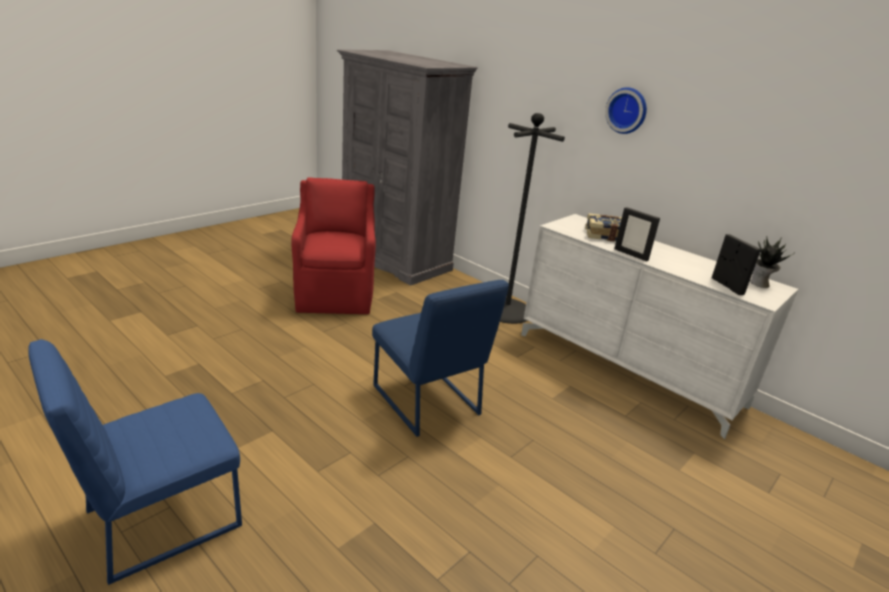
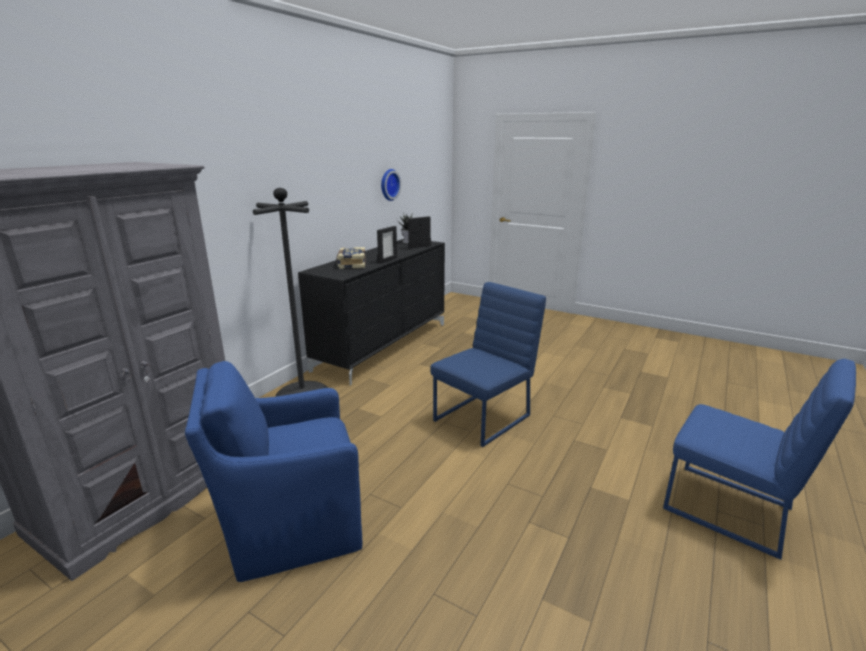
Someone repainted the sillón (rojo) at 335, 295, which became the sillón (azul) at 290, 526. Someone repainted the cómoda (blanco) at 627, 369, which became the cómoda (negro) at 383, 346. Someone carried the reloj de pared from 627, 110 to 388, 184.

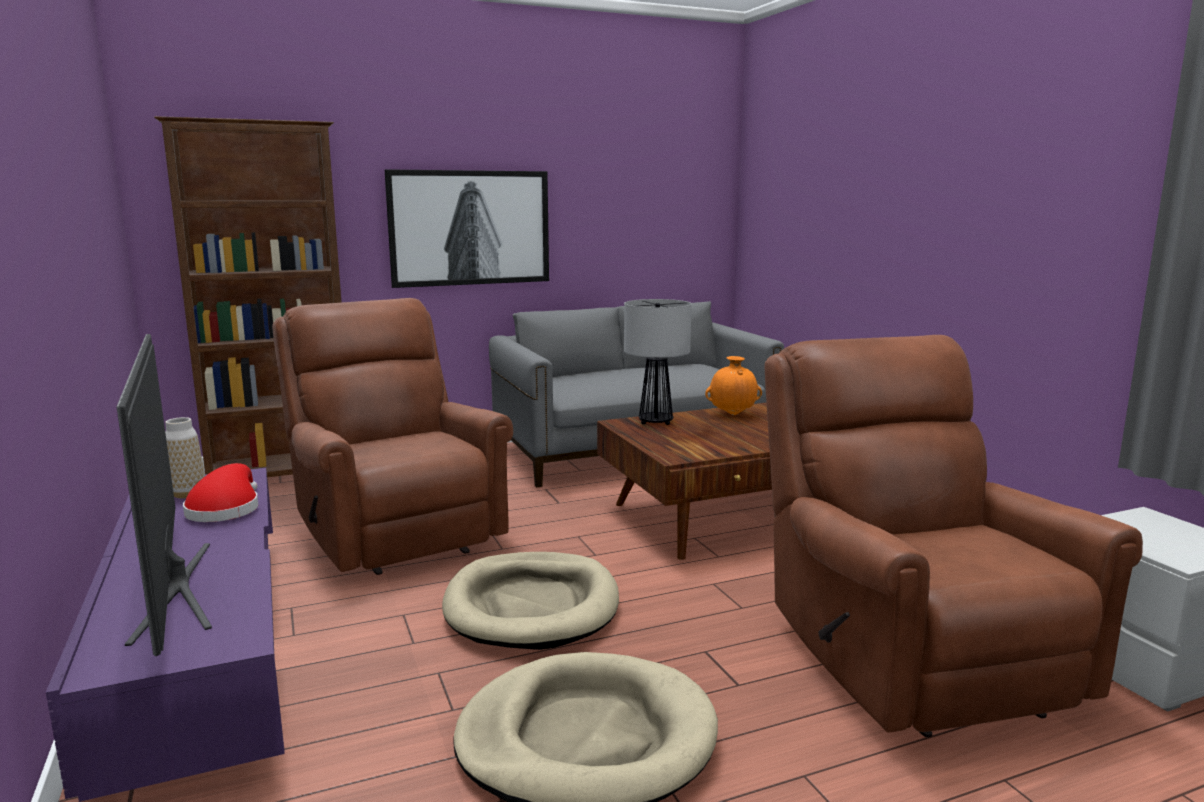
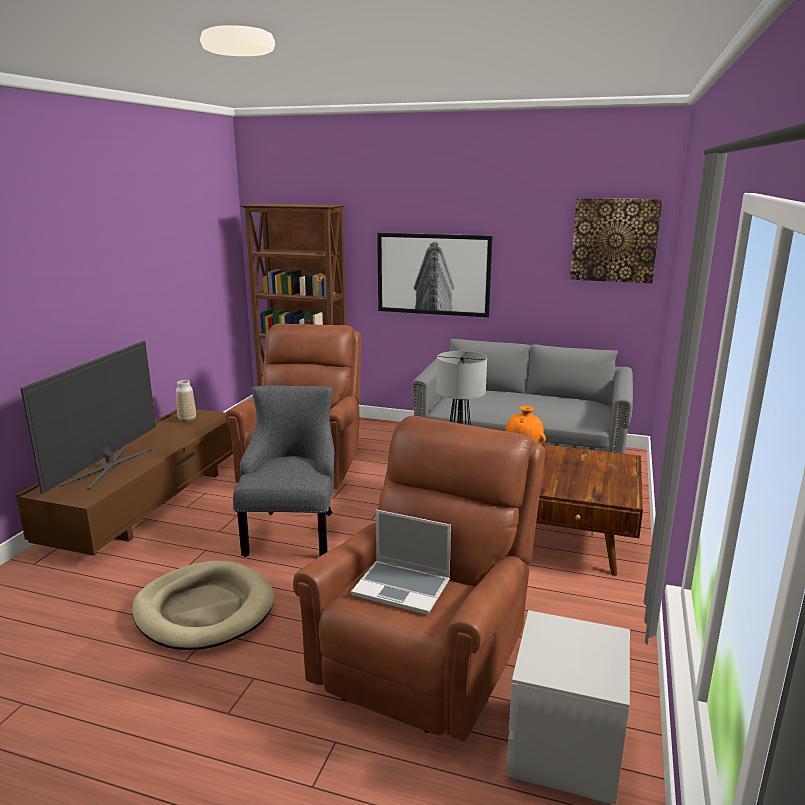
Someone repainted the mueble de televisión (morado) at 200, 650, which became the mueble de televisión (marrón) at 149, 500. Someone took away the sombrero (rojo) at 225, 509. Someone swapped the cama para perro (beis) at 532, 606 for the sillón (gris) at 292, 535. Someone put down the portátil at 403, 588. Someone put up the cuadro at 614, 240.

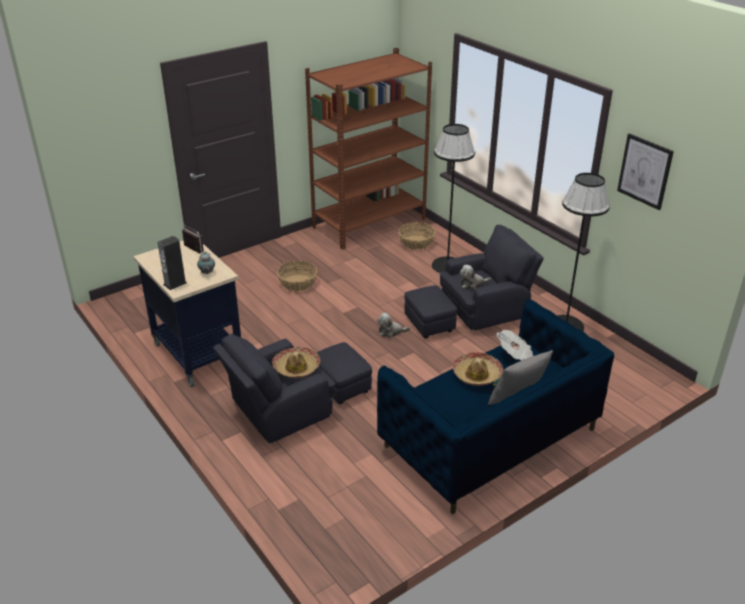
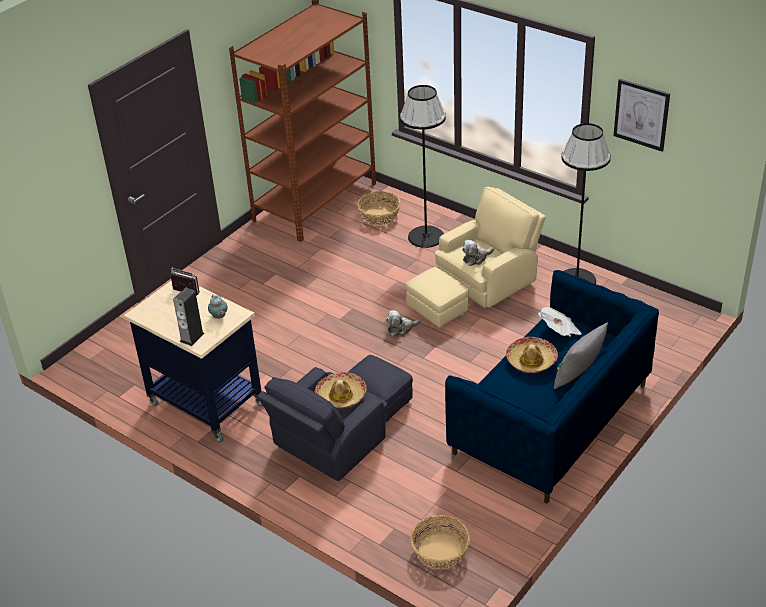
Someone carried the cesta from 297, 283 to 440, 551. Someone repainted the sillón (negro) at 472, 313, which became the sillón (beis) at 476, 287.

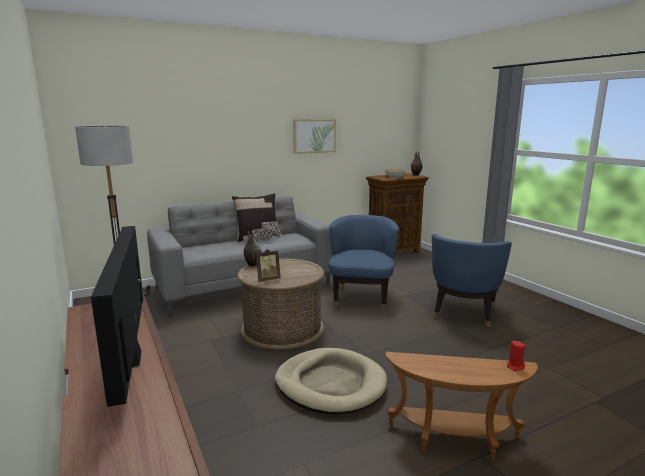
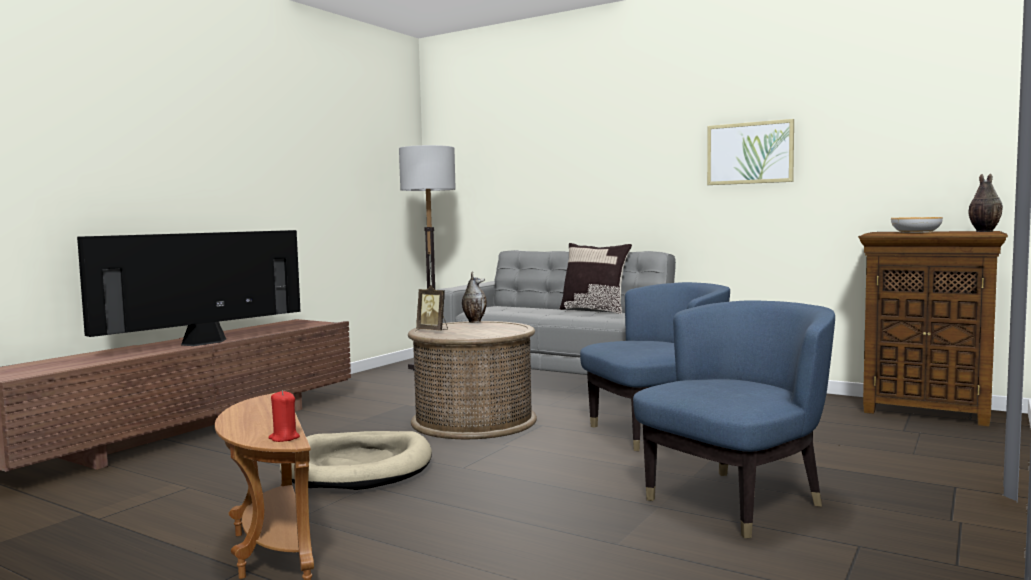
Someone rotated the sillón (azul) at 464, 312 by 150 degrees clockwise.

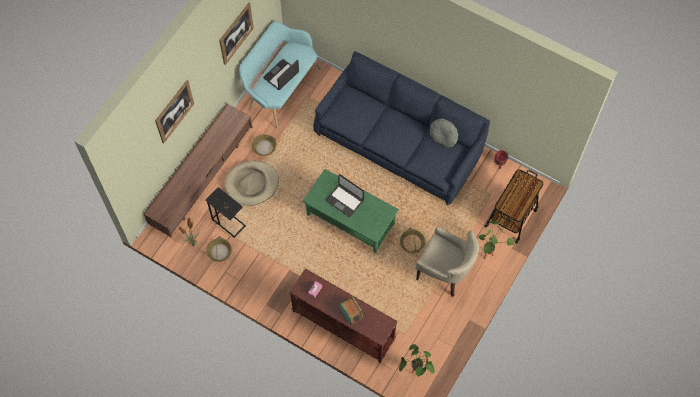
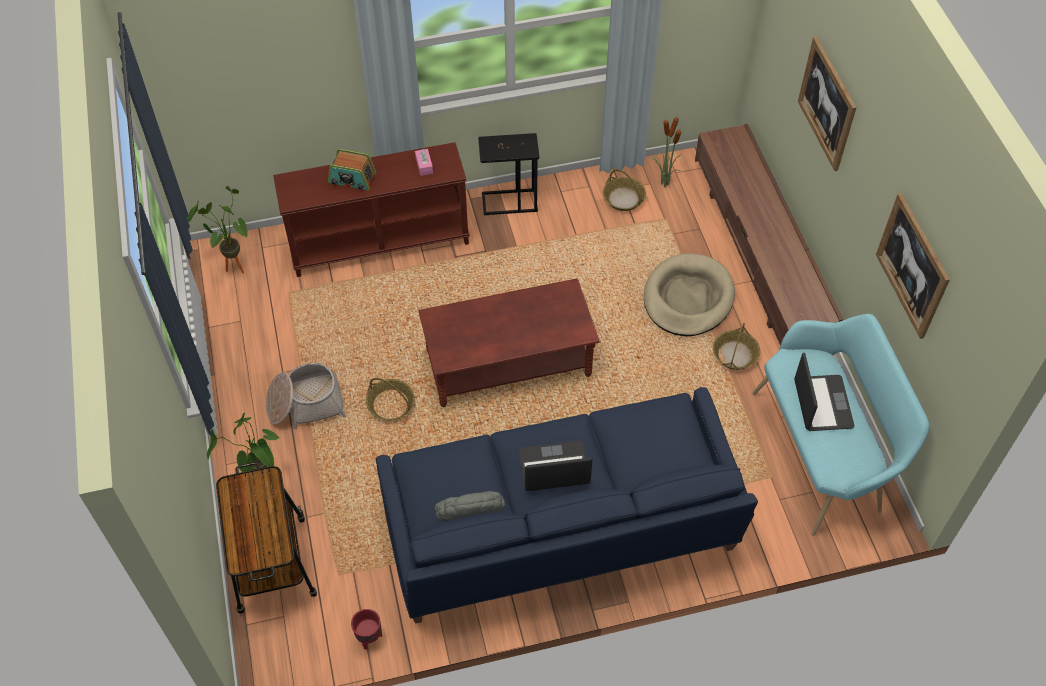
Someone carried the mesa auxiliar (negro) from 228, 222 to 510, 202. Someone repainted the mesa de centro (verde) at 350, 220, which became the mesa de centro (marrón) at 508, 364. Someone carried the portátil from 344, 200 to 554, 468. Someone swapped the sillón (beis) at 444, 273 for the cesta at 305, 404.

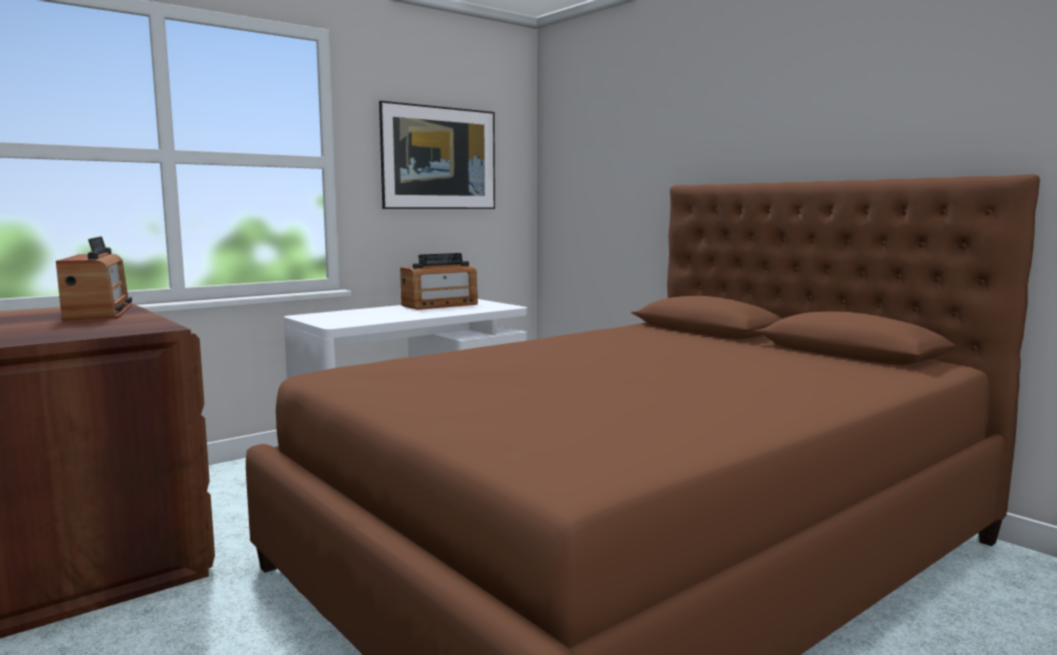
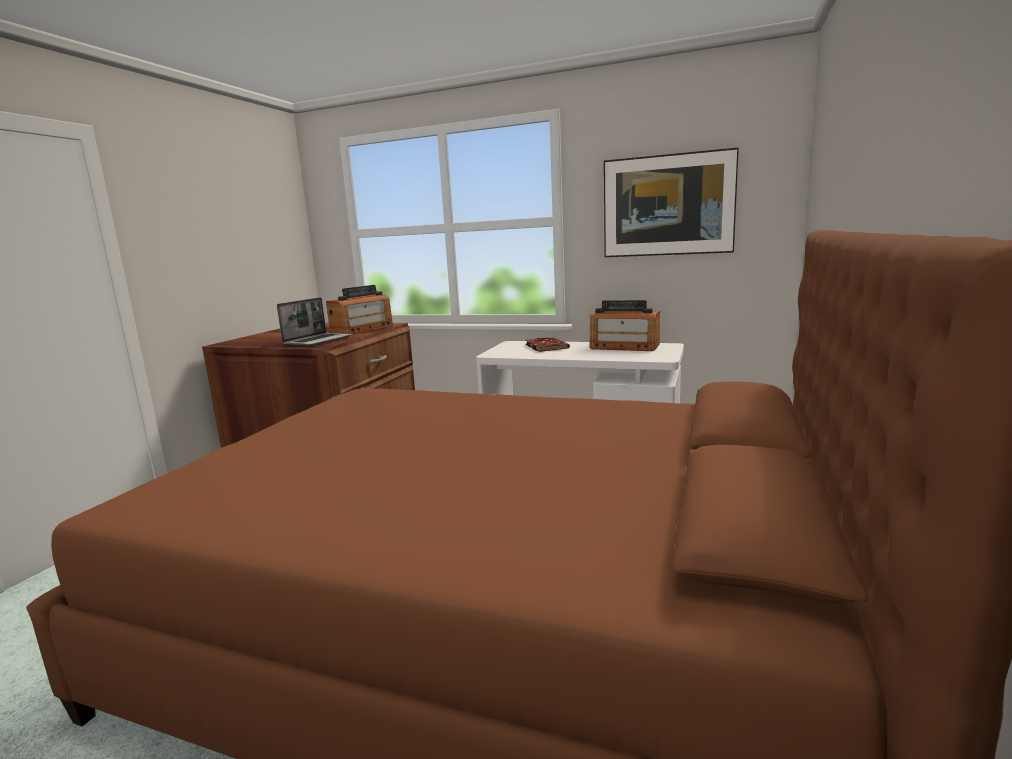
Someone put down the portátil at 318, 341. Someone put down the libro at 545, 346.

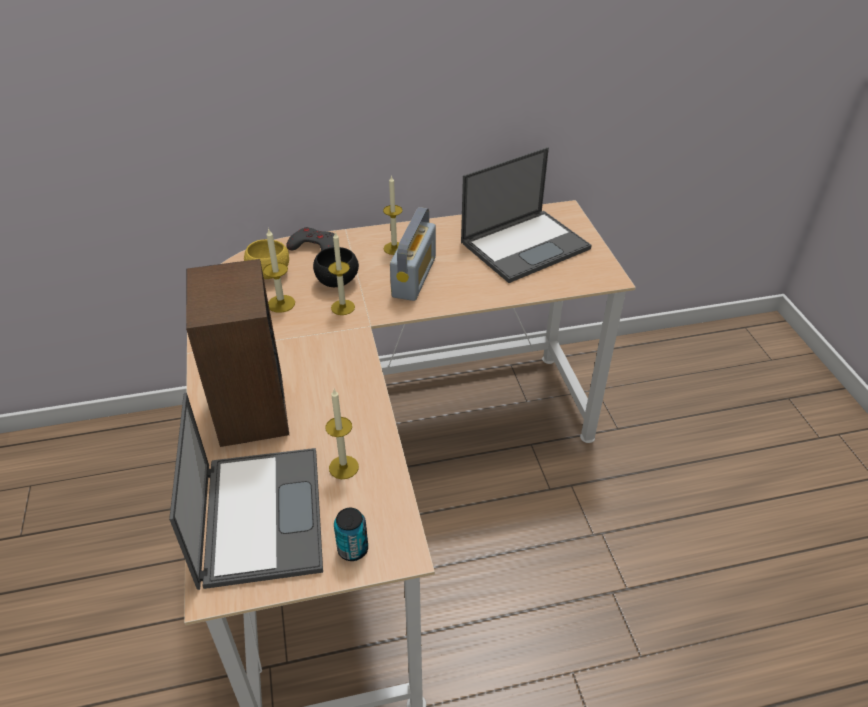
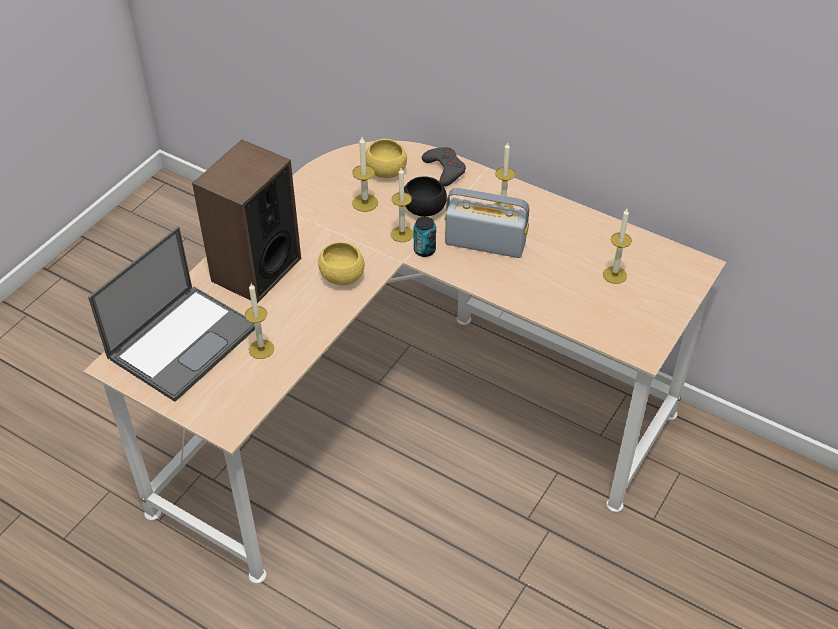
Someone carried the lata from 353, 549 to 424, 250. Someone rotated the radio at 414, 277 by 135 degrees counterclockwise. Someone swapped the portátil at 526, 245 for the vela at 614, 275. Someone put down the cuenco (amarillo) at 342, 277.

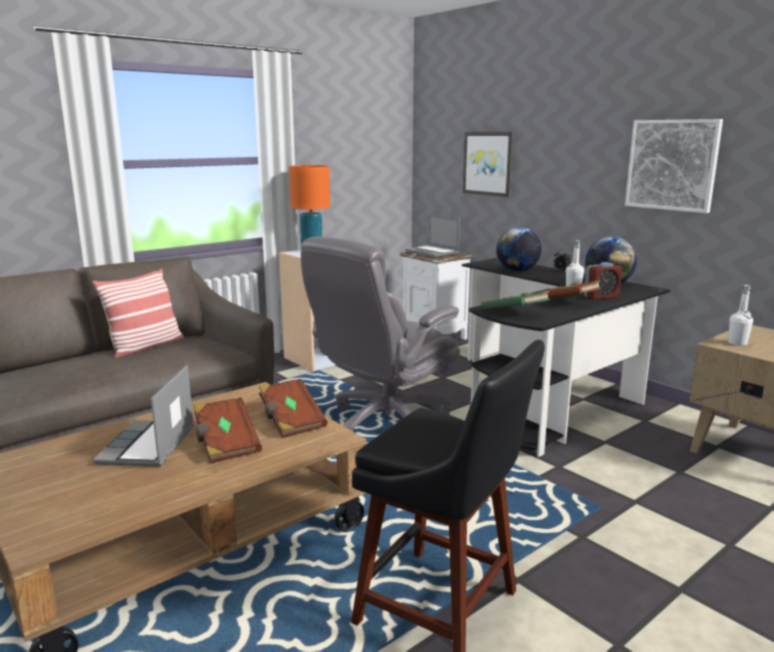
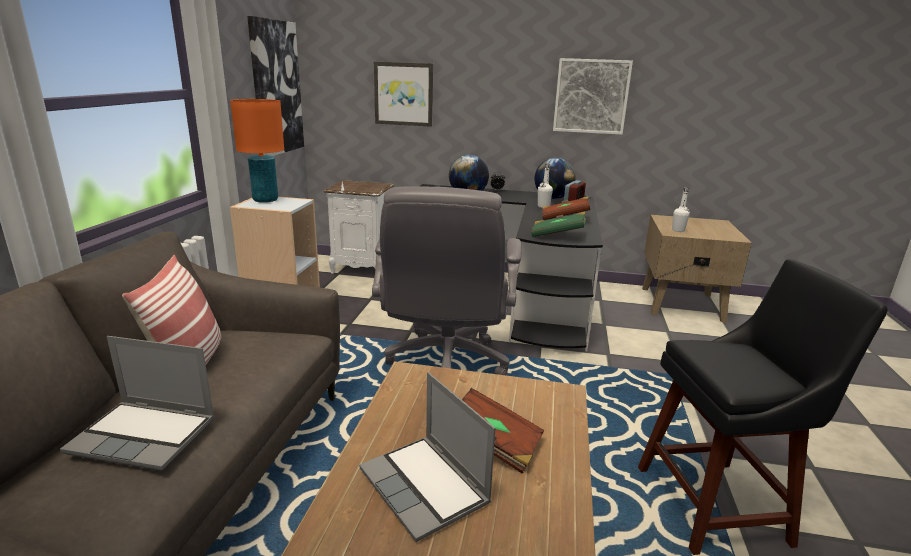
Someone took away the libro (marrón) at 291, 421. Someone carried the portátil from 433, 253 to 146, 435. Someone put up the cuadro at 276, 88.

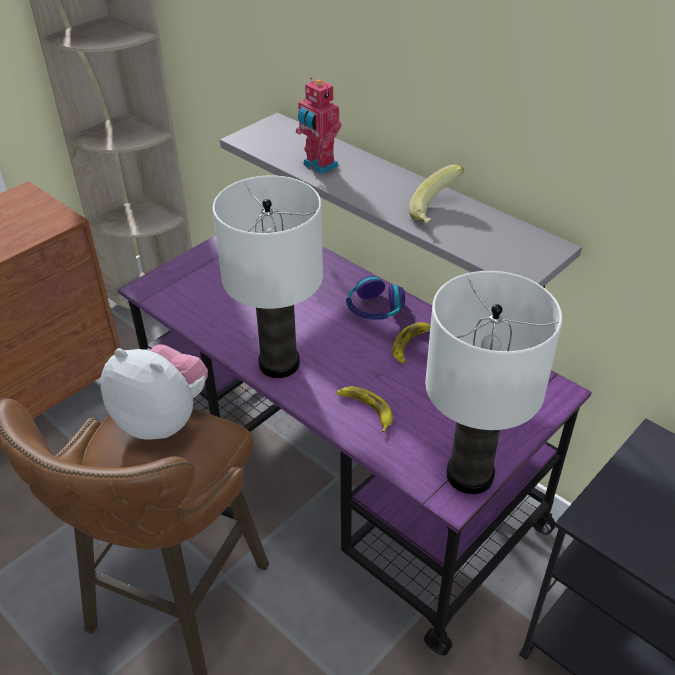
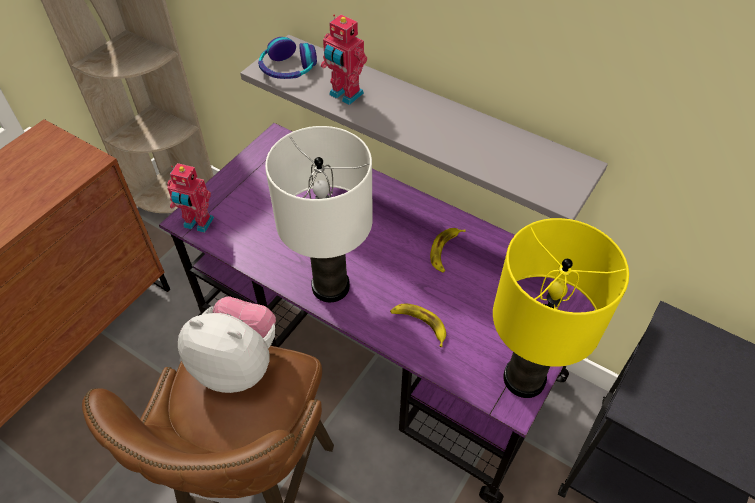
Someone carried the auriculares from 374, 308 to 288, 69. Someone took away the plátano at 436, 212. Someone repainted the lámpara de mesa (blanco) at 470, 475, which became the lámpara de mesa (amarillo) at 524, 379. Someone put down the robot de juguete at 198, 224.

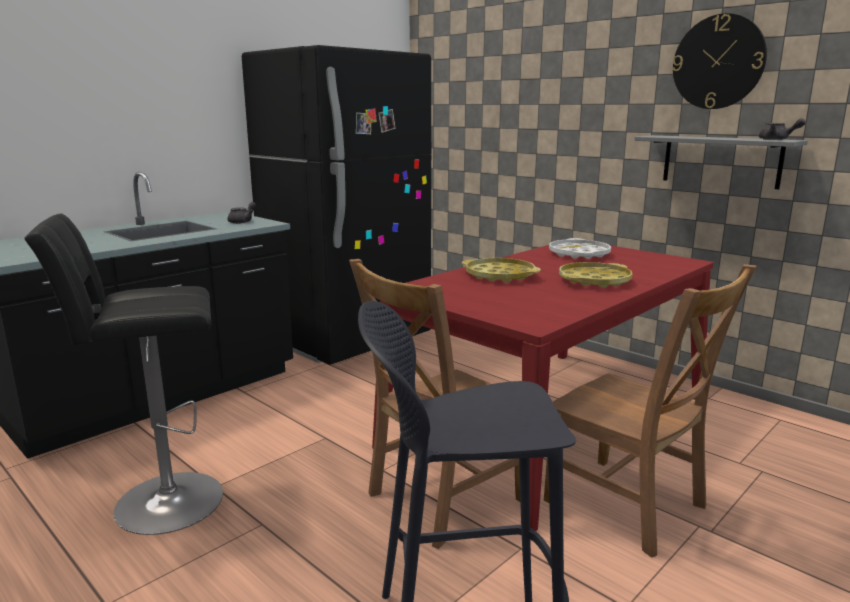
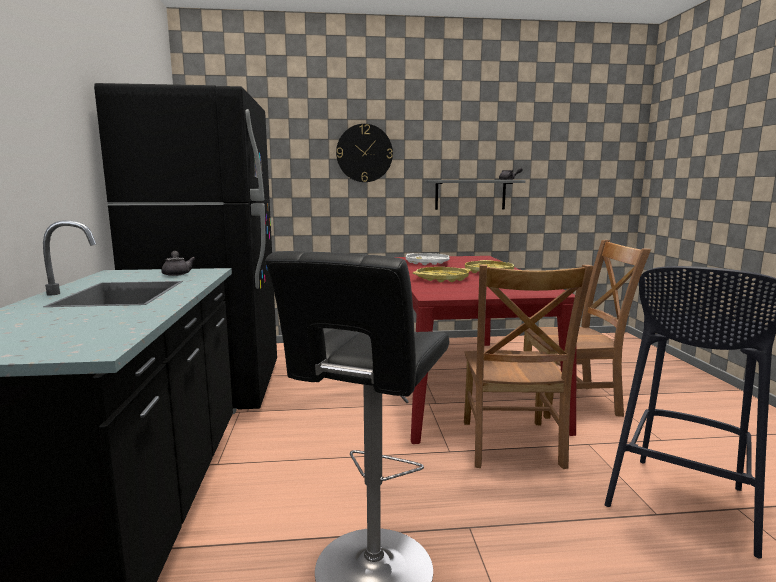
Someone carried the reloj de pared from 718, 62 to 364, 153.

